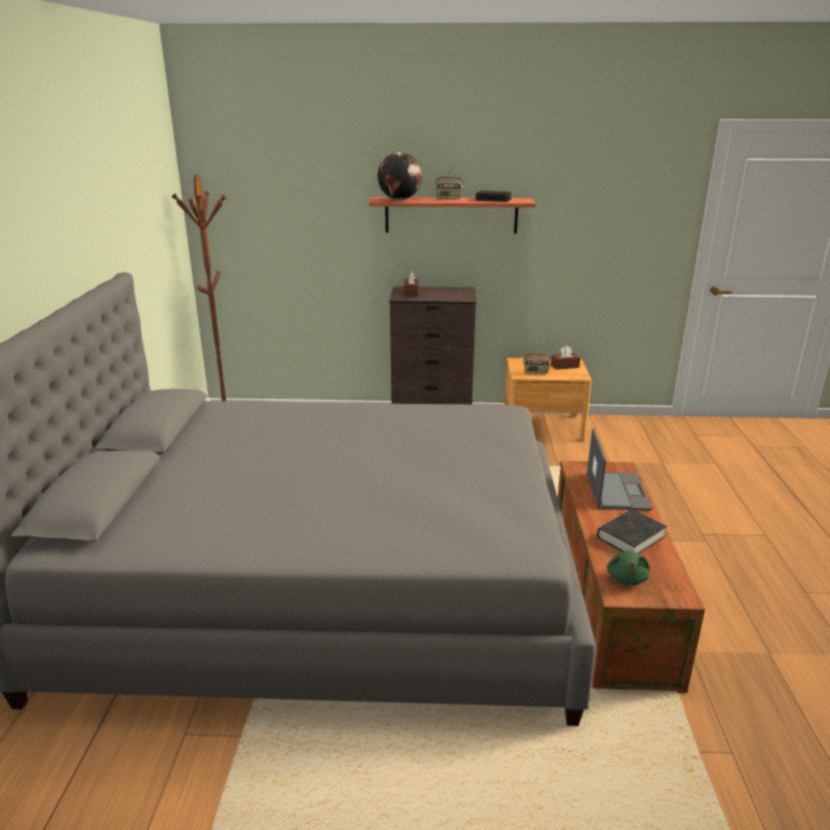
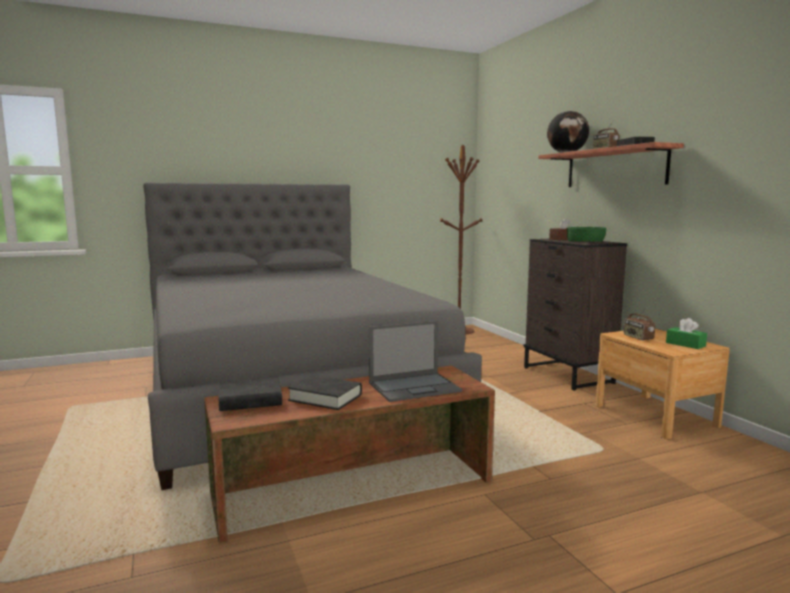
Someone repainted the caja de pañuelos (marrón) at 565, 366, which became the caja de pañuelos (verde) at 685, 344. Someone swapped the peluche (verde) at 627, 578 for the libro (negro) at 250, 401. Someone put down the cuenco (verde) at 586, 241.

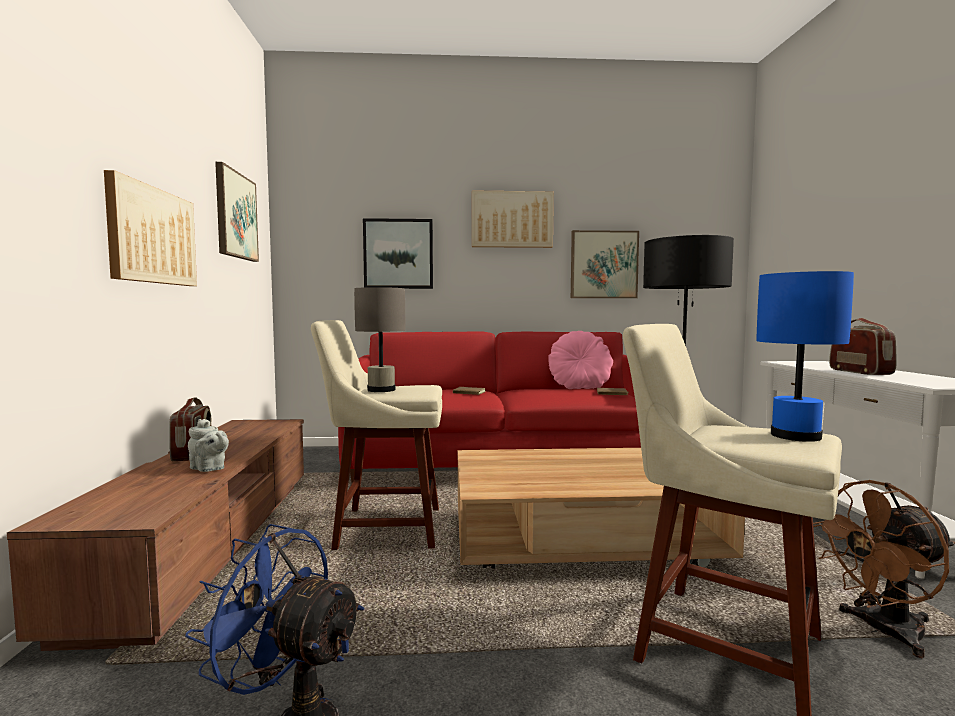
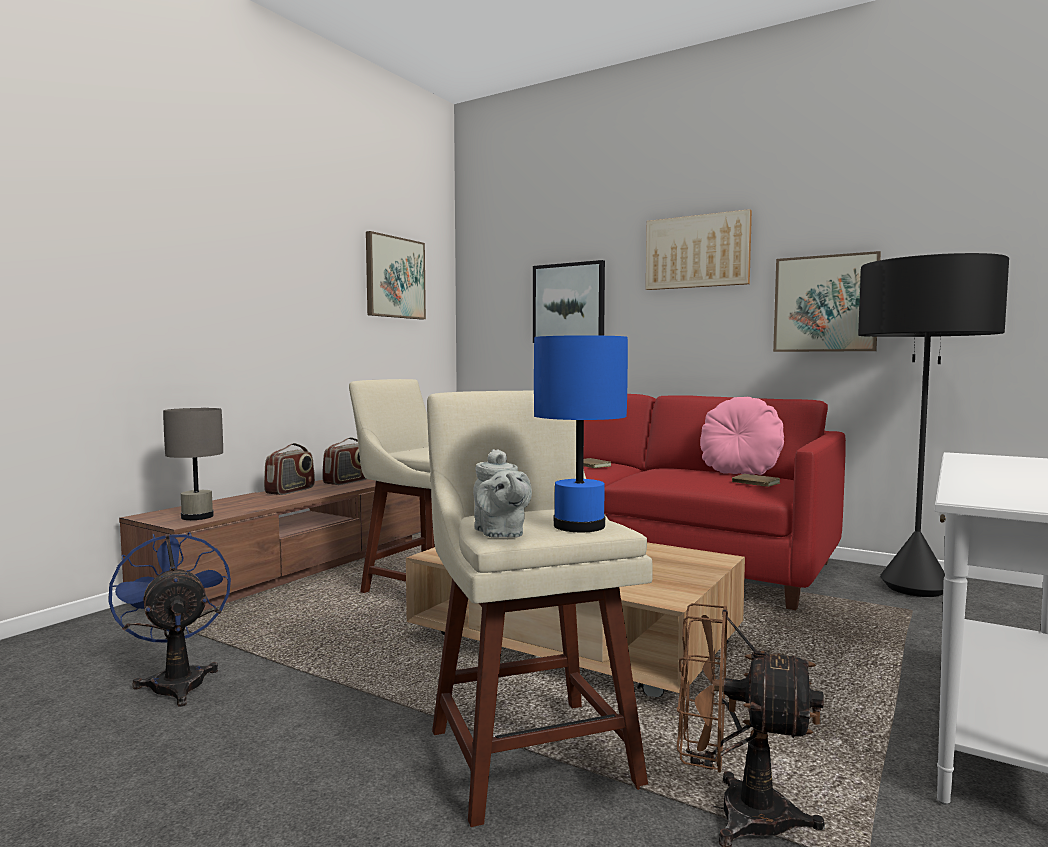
Someone took away the cuadro at 152, 236. Someone carried the tetera (gris) from 209, 469 to 500, 533. Someone carried the lámpara de mesa (gris) from 380, 390 to 197, 516. Someone carried the radio from 860, 372 to 347, 481.

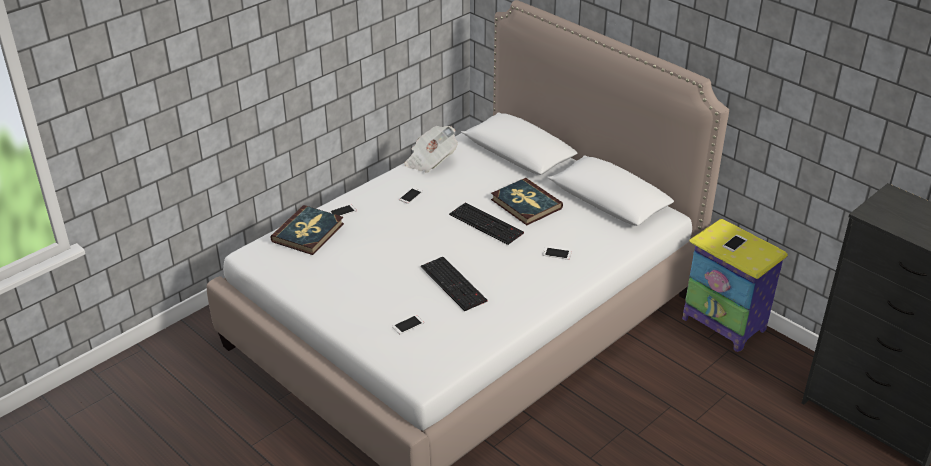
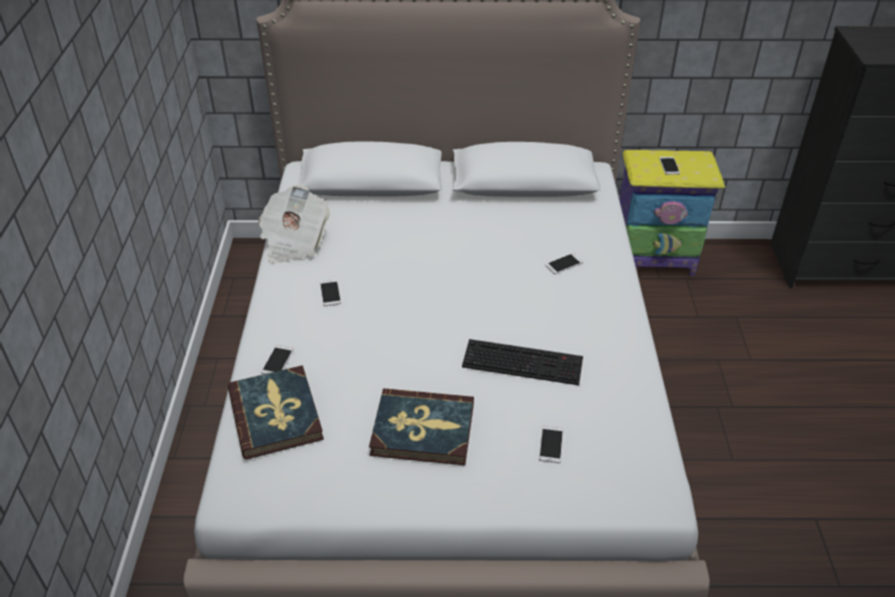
Someone took away the teclado at 487, 224. Someone carried the libro from 526, 204 to 423, 430.

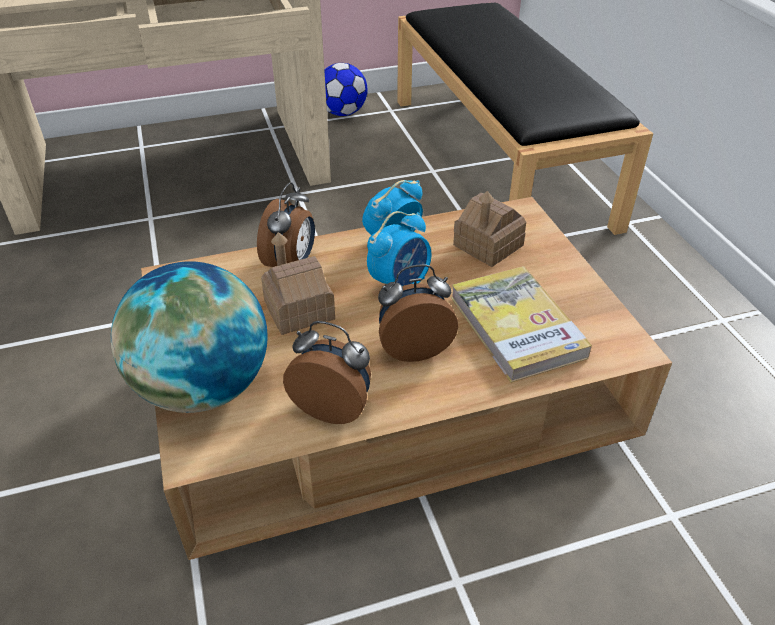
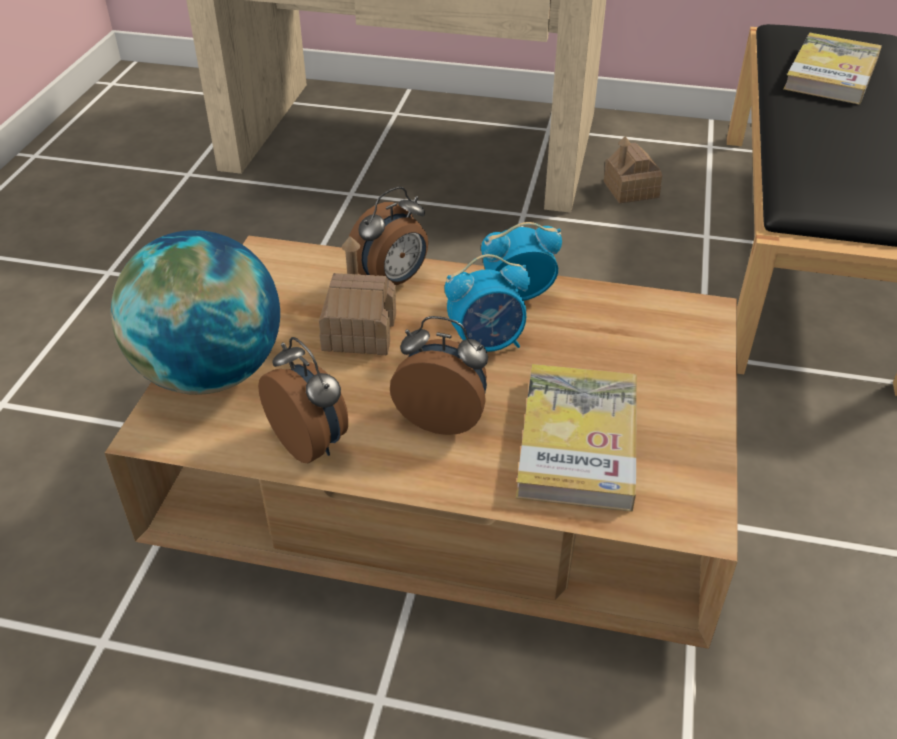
Someone took away the balón de fútbol at 343, 113. Someone carried the casita from 488, 245 to 630, 190. Someone put down the libro at 831, 74.

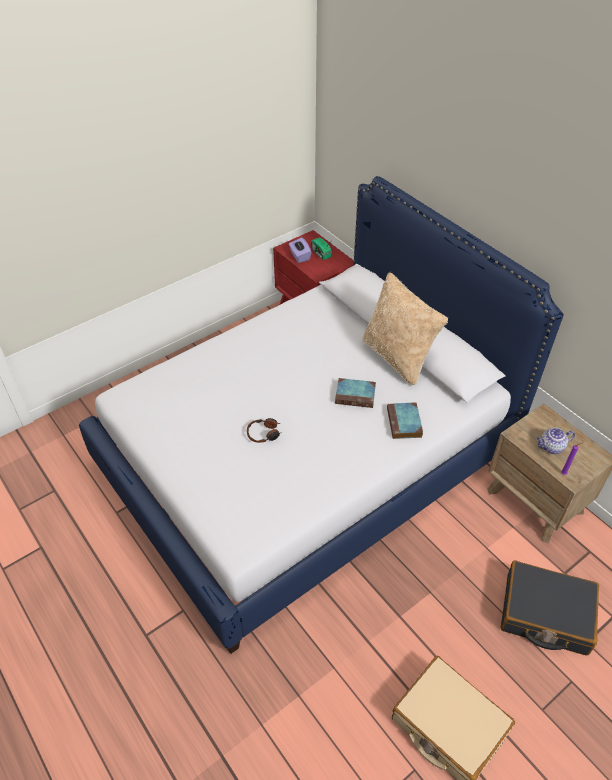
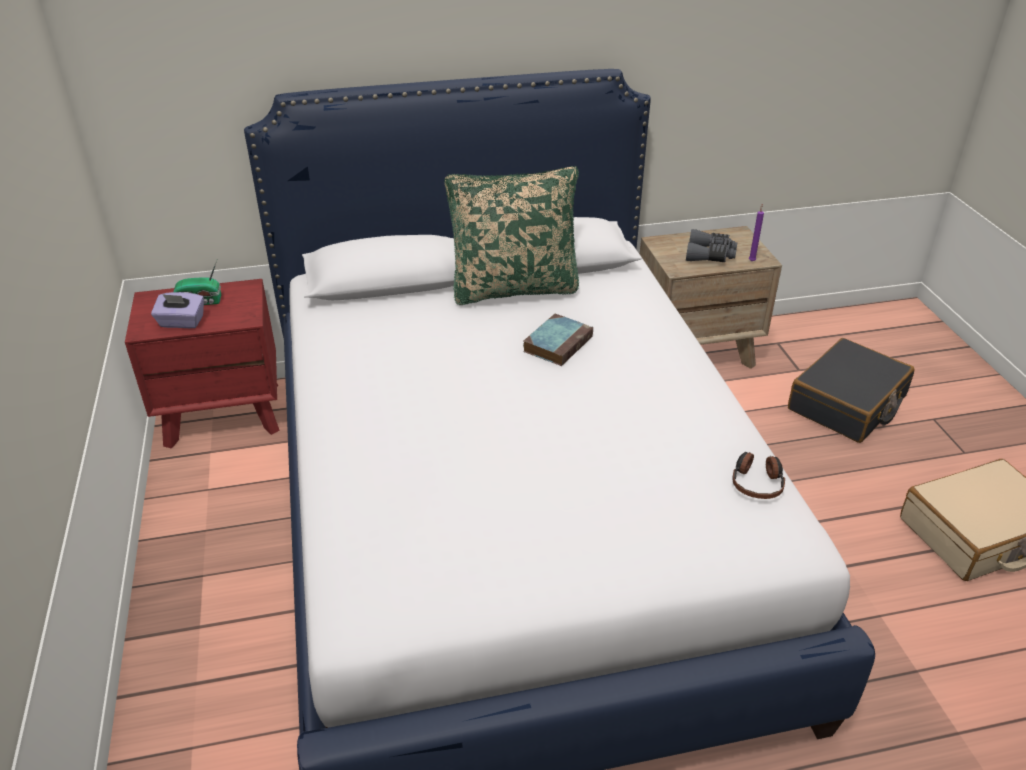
Someone carried the auriculares from 264, 434 to 757, 482. Someone repainted the cojín (beis) at 396, 359, which became the cojín (verde) at 515, 291. Someone took away the libro at 404, 423. Someone swapped the tetera at 551, 447 for the prismáticos (gris) at 710, 255.

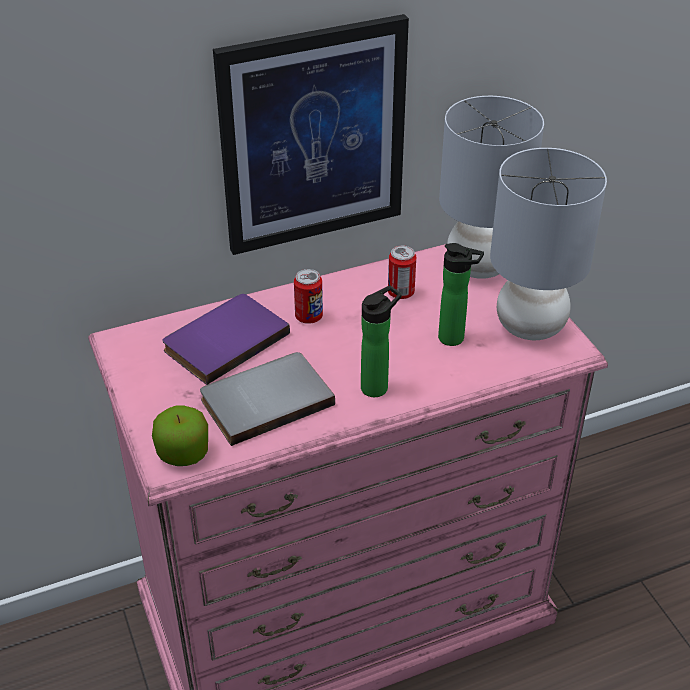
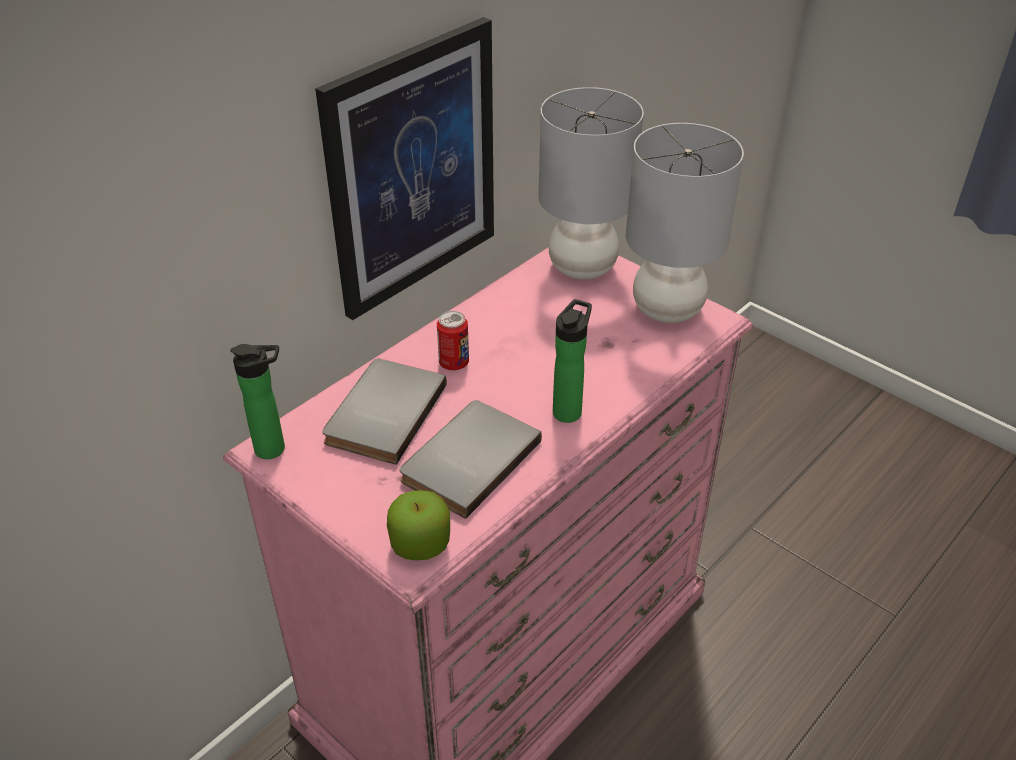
Someone repainted the libro (morado) at 223, 340, which became the libro (gris) at 382, 413. Someone took away the lata at 401, 293. Someone carried the botella from 455, 339 to 275, 449.

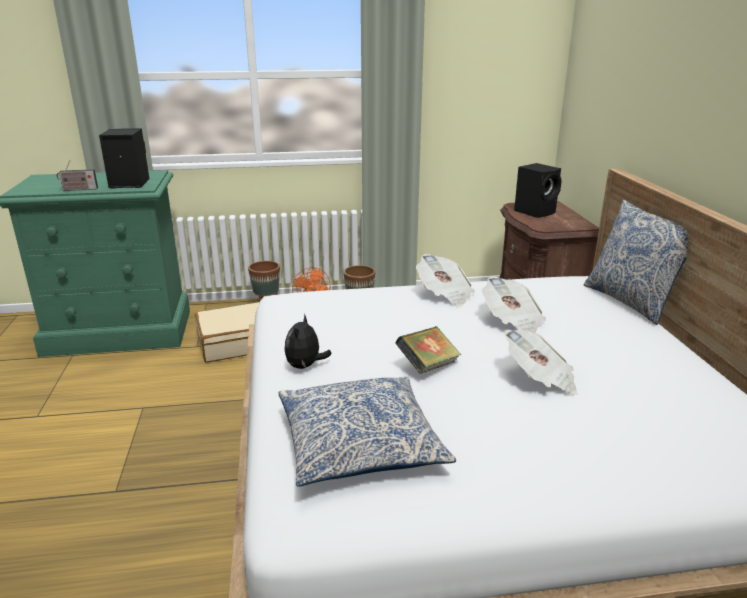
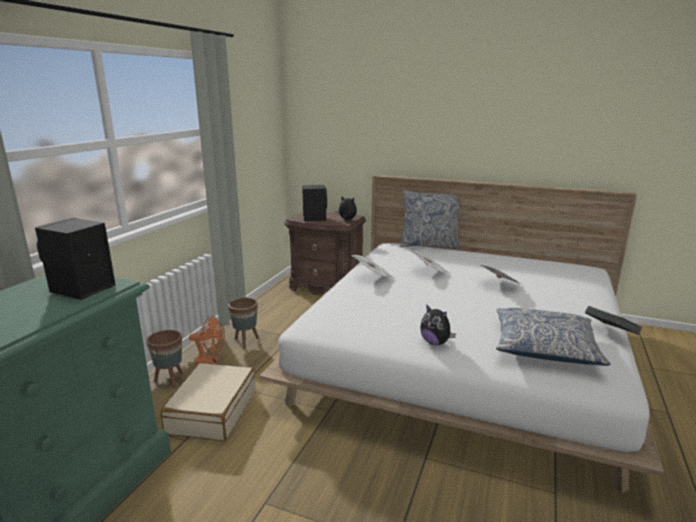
Someone took away the radio at 78, 189. Someone carried the libro from 428, 366 to 610, 332. Someone put down the peluche at 347, 220.

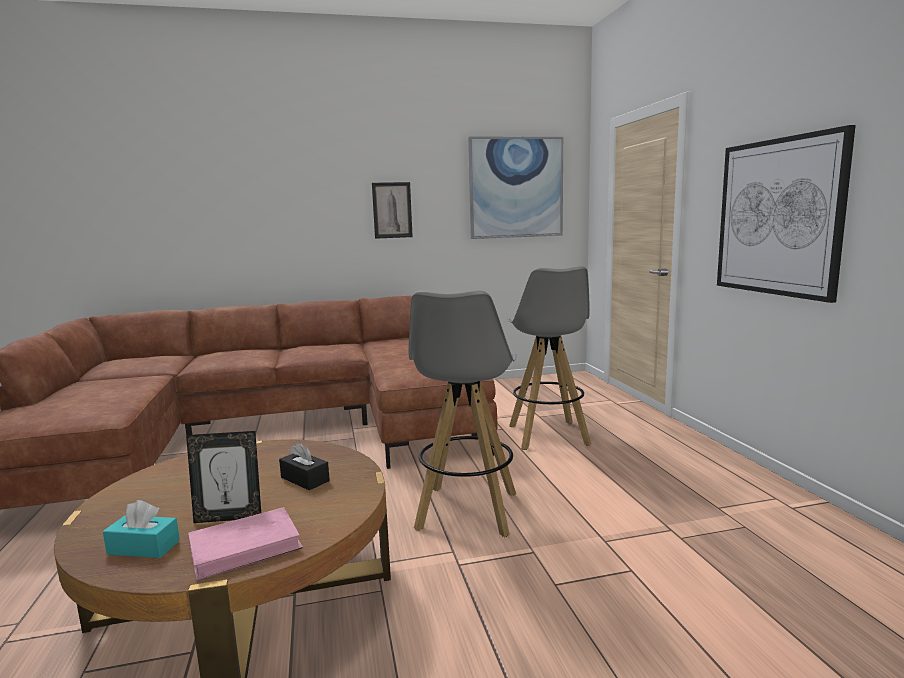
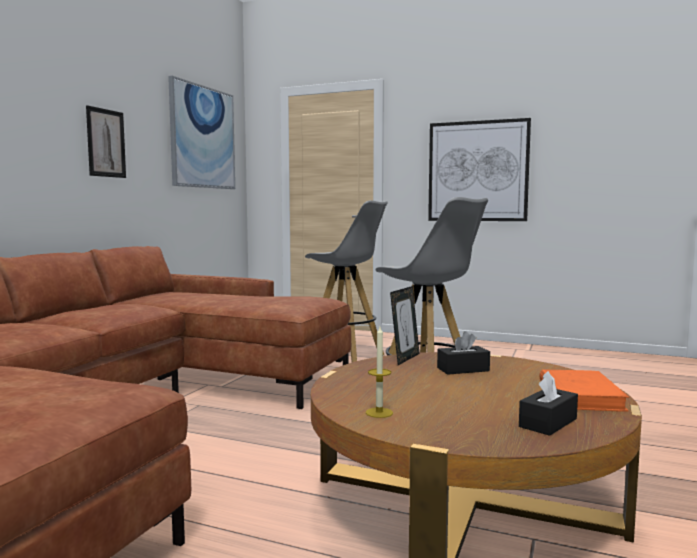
Someone repainted the caja de pañuelos (turquesa) at 143, 547, which became the caja de pañuelos (negro) at 548, 423. Someone carried the portarretratos from 229, 517 to 405, 358. Someone repainted the libro (rosa) at 245, 547, which became the libro (naranja) at 580, 395. Someone put down the vela at 379, 412.

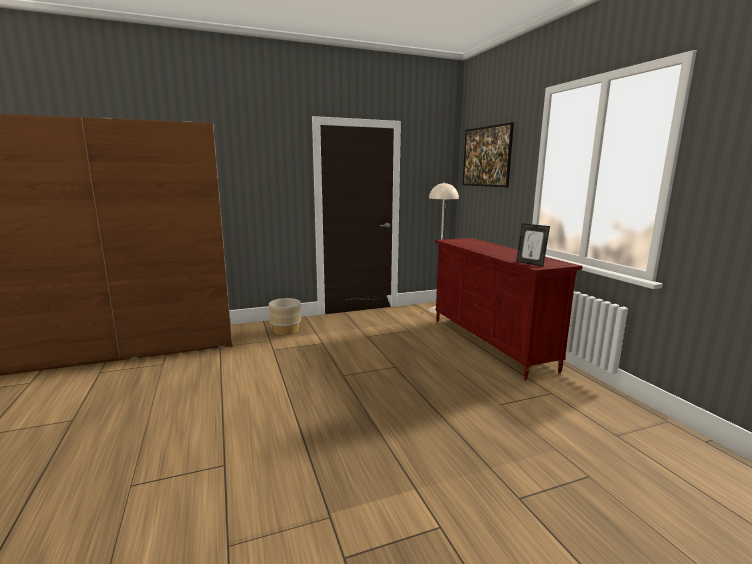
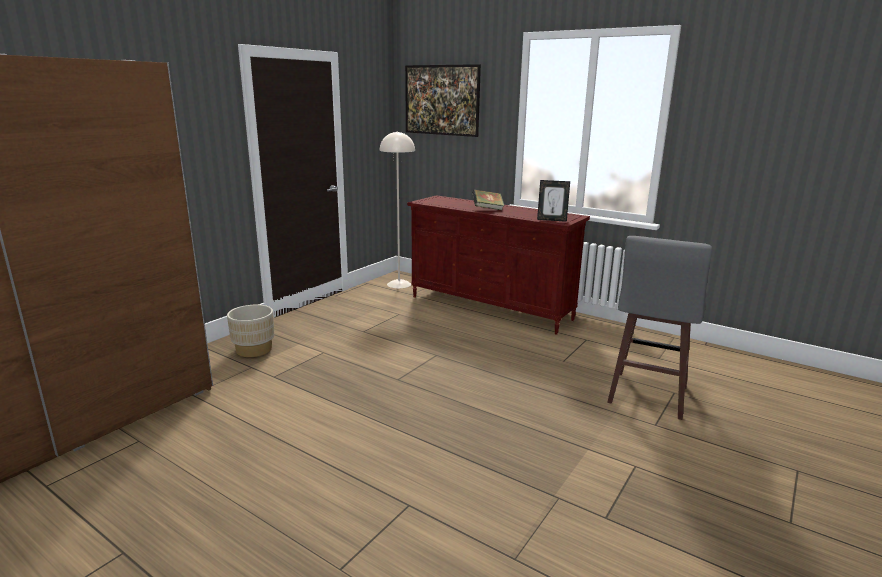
Someone put down the libro at 487, 209. Someone put down the taburete (gris) at 646, 396.

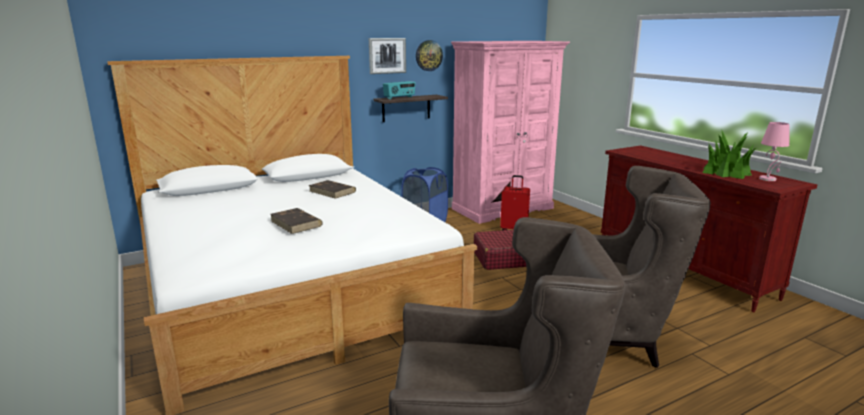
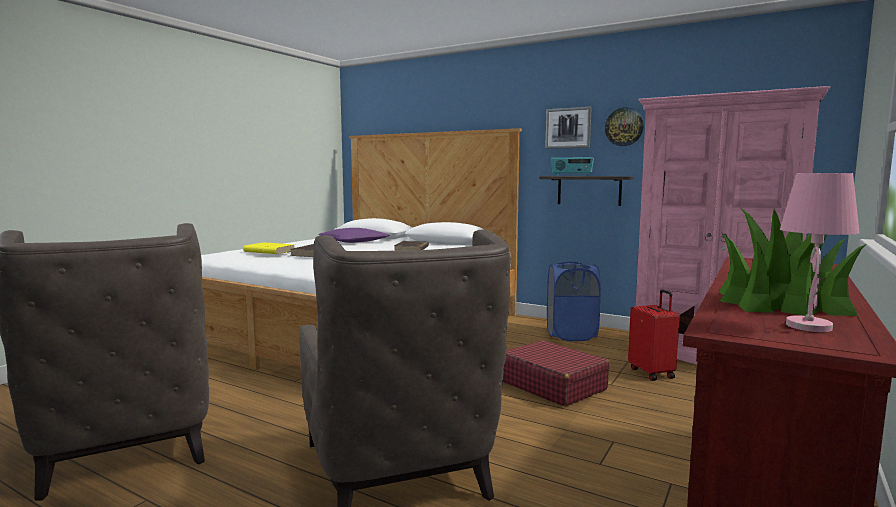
Someone put down the libro (amarillo) at 269, 251. Someone put down the cojín (morado) at 353, 241.

